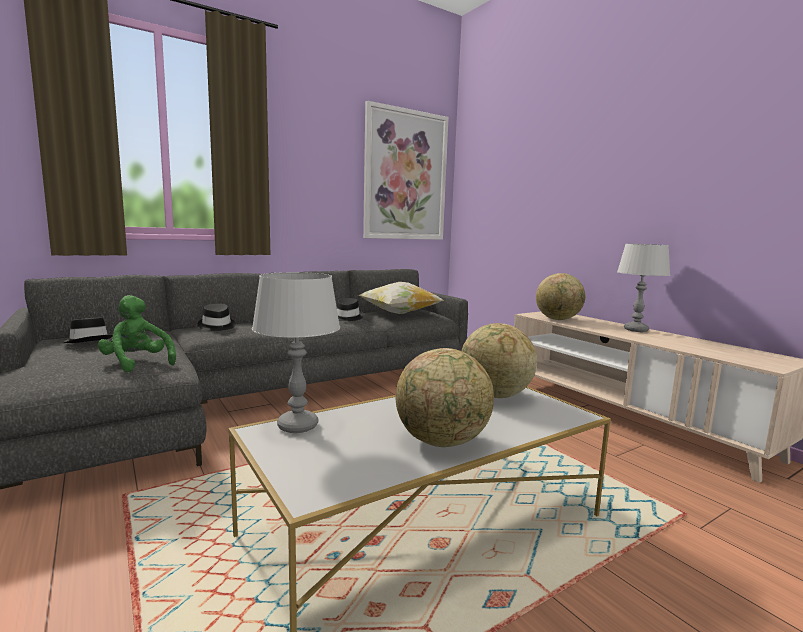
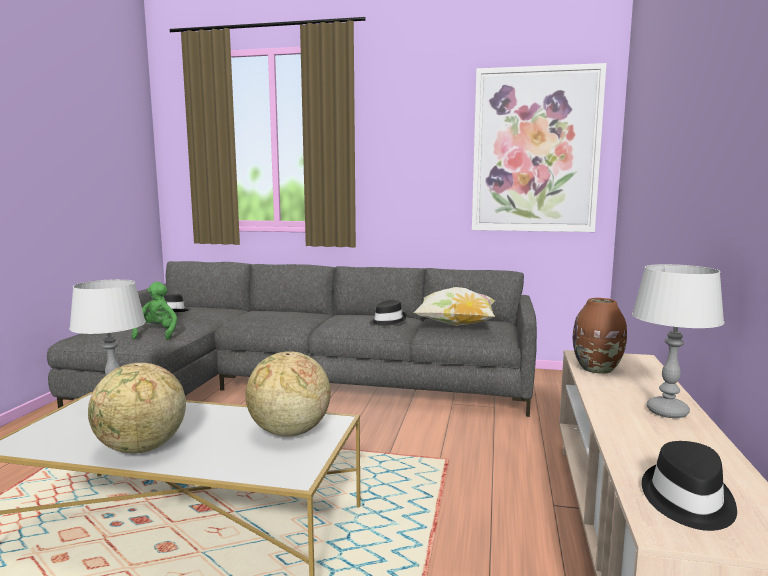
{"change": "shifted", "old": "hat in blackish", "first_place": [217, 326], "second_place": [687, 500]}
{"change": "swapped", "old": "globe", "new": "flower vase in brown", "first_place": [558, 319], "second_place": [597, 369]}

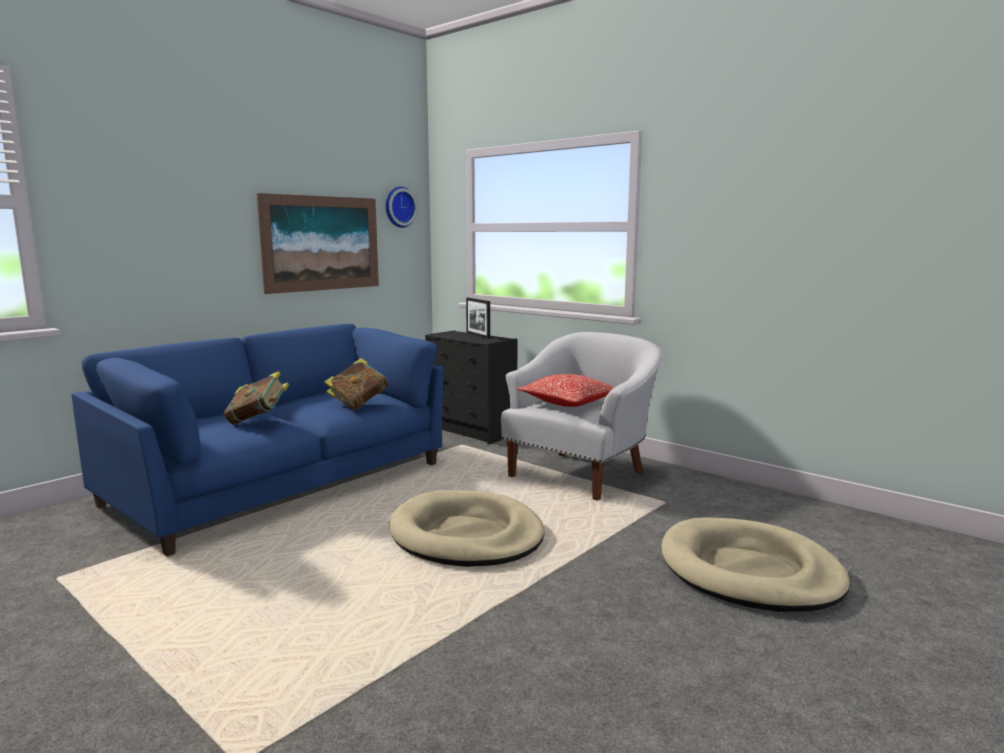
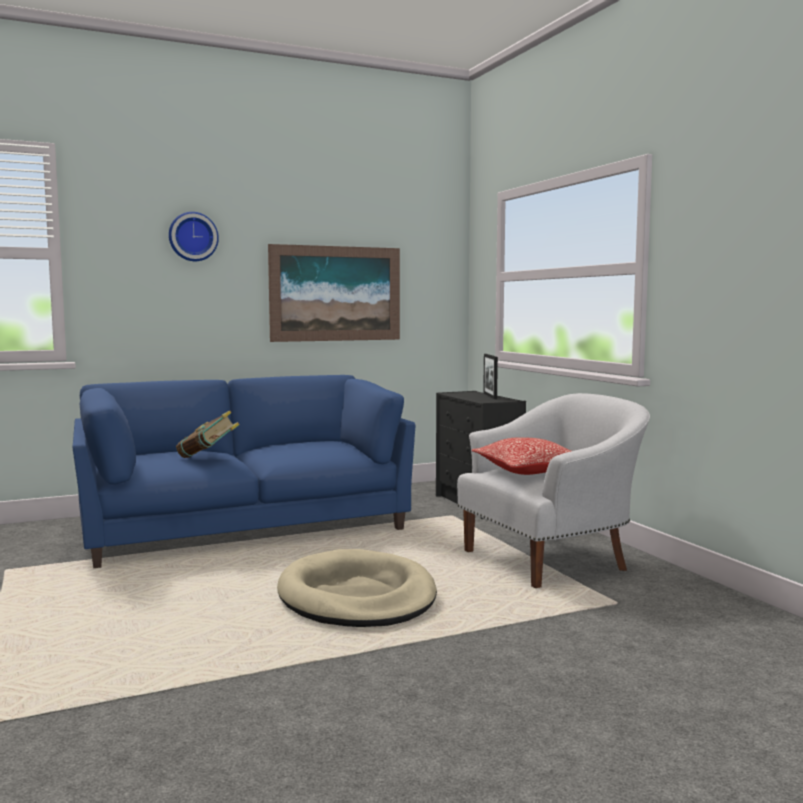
{"change": "gone", "old": "bound book", "first_place": [358, 404]}
{"change": "gone", "old": "dog bed in beige", "first_place": [749, 571]}
{"change": "shifted", "old": "hanging clock", "first_place": [398, 207], "second_place": [193, 237]}

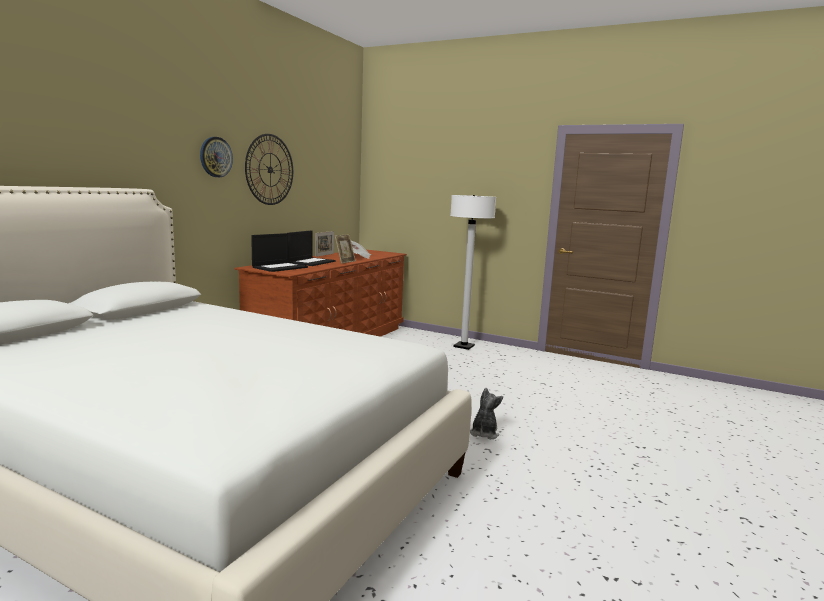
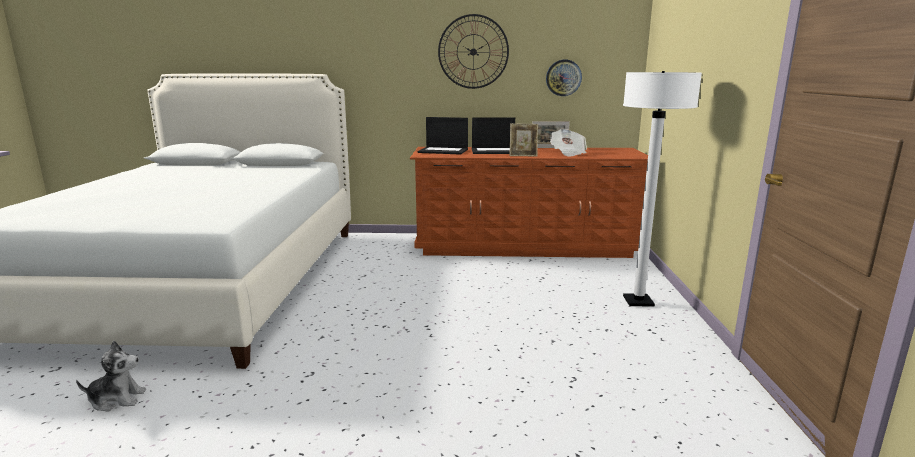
{"change": "shifted", "old": "hanging clock", "first_place": [215, 157], "second_place": [563, 78]}
{"change": "shifted", "old": "plush toy", "first_place": [484, 433], "second_place": [117, 399]}

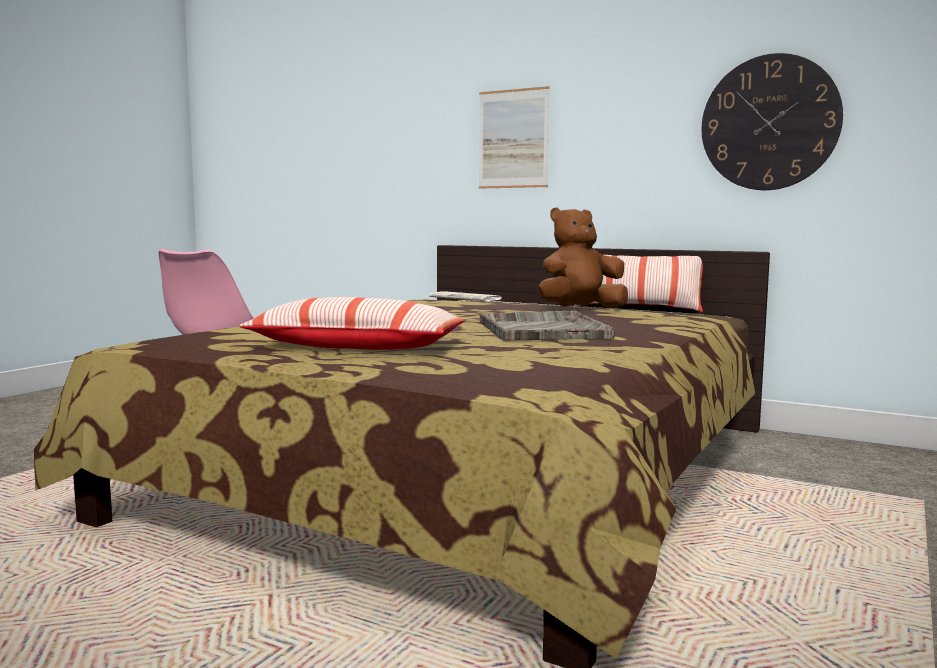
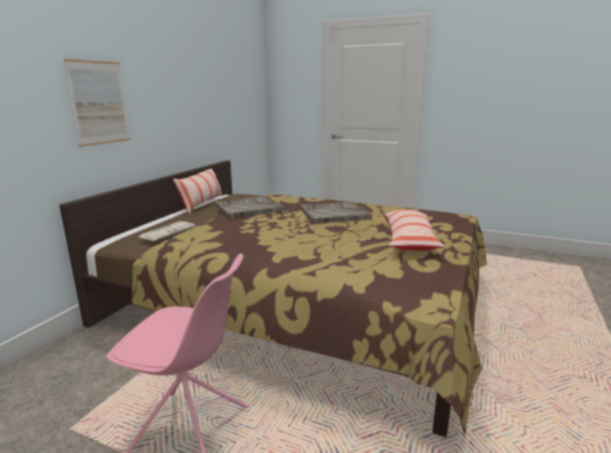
{"change": "gone", "old": "hanging clock", "first_place": [769, 123]}
{"change": "swapped", "old": "plush toy in brown", "new": "tray in grey", "first_place": [580, 309], "second_place": [248, 208]}

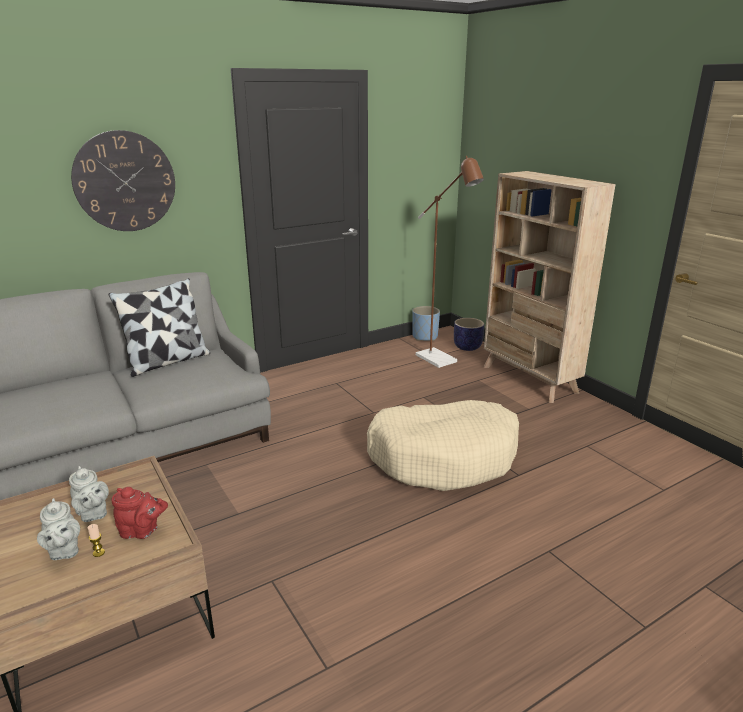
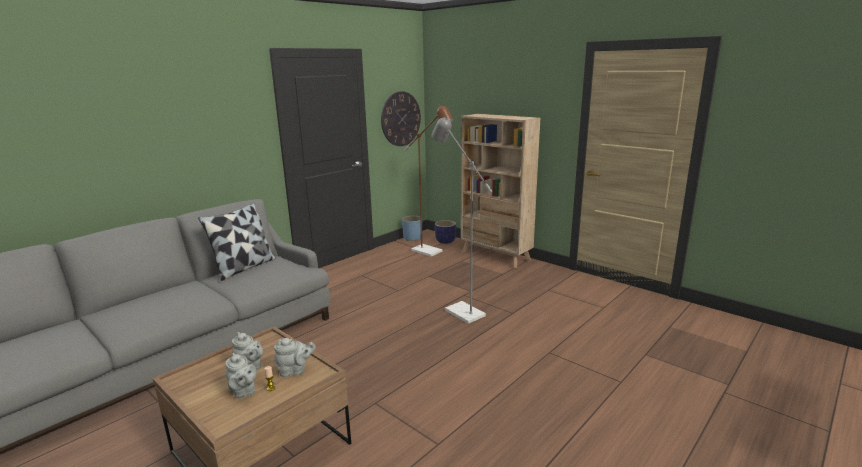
{"change": "shifted", "old": "hanging clock", "first_place": [125, 182], "second_place": [400, 119]}
{"change": "swapped", "old": "dog bed in beige", "new": "floor lamp in grey", "first_place": [444, 457], "second_place": [459, 310]}
{"change": "repainted", "old": "pot for tea in reddish", "new": "pot for tea in grey", "first_place": [142, 531], "second_place": [295, 371]}

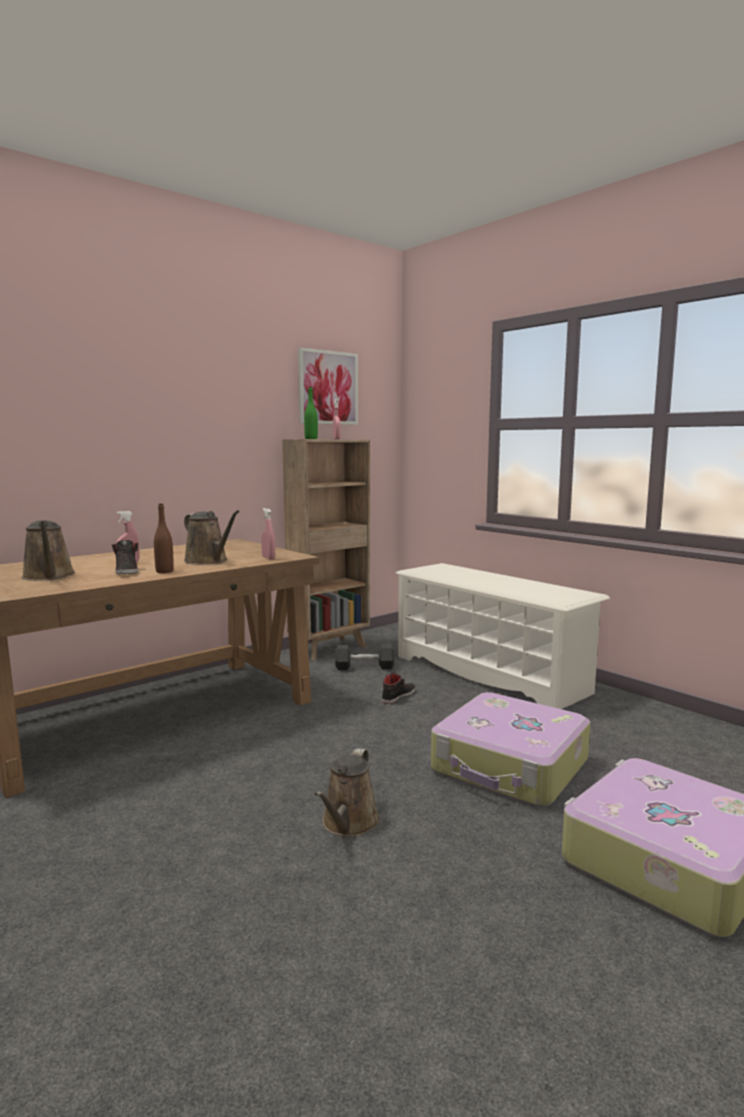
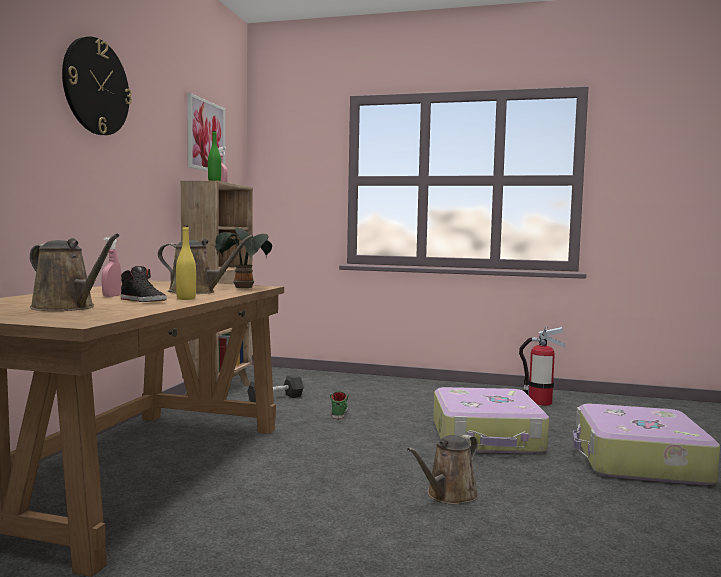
{"change": "gone", "old": "shoe stand in white-coloured", "first_place": [490, 674]}
{"change": "new", "new": "hanging clock", "second_place": [96, 87]}
{"change": "new", "new": "fire-fighting cylinder", "second_place": [539, 402]}
{"change": "swapped", "old": "sprayer in pinkish", "new": "plant in a pot", "first_place": [268, 558], "second_place": [244, 288]}
{"change": "repainted", "old": "bottle in brown", "new": "bottle in yellowish", "first_place": [164, 571], "second_place": [186, 299]}
{"change": "repainted", "old": "shoe in blackish", "new": "shoe in greenish", "first_place": [398, 696], "second_place": [339, 412]}
{"change": "rotated", "old": "sprinkling can in brown", "first_place": [348, 824], "second_place": [449, 495], "degrees": 60}

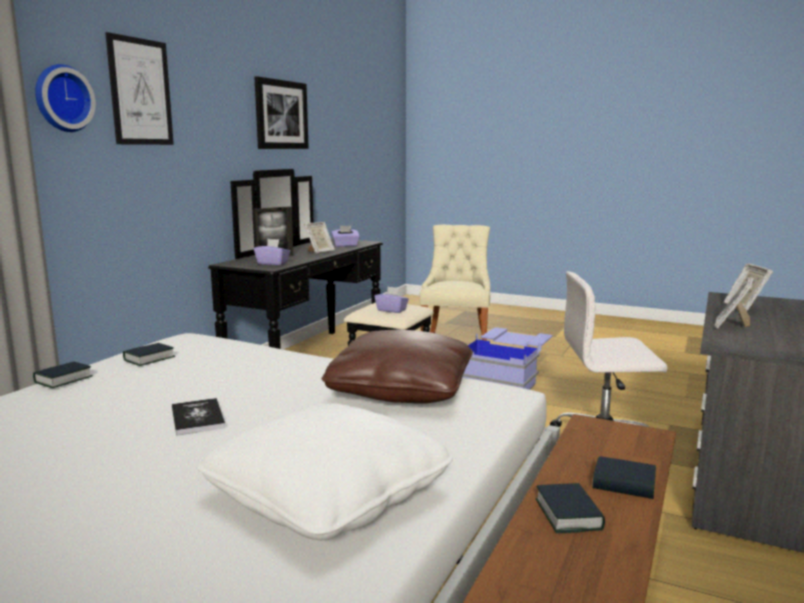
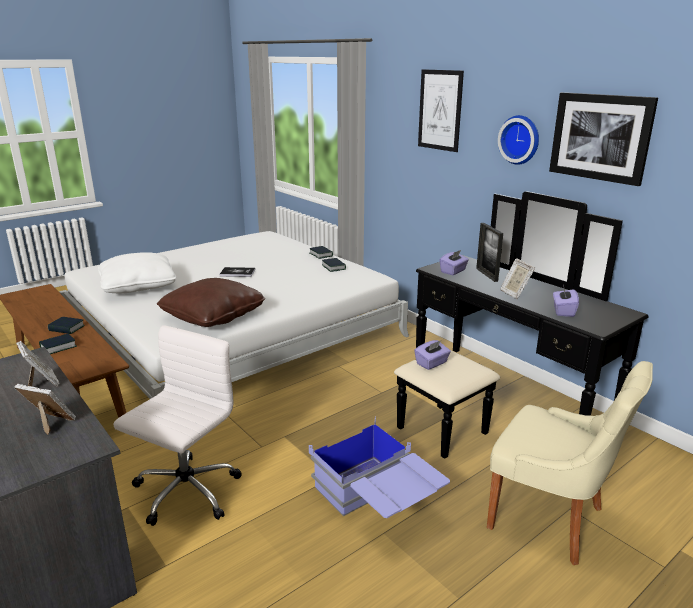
{"change": "shifted", "old": "hanging clock", "first_place": [62, 98], "second_place": [520, 139]}

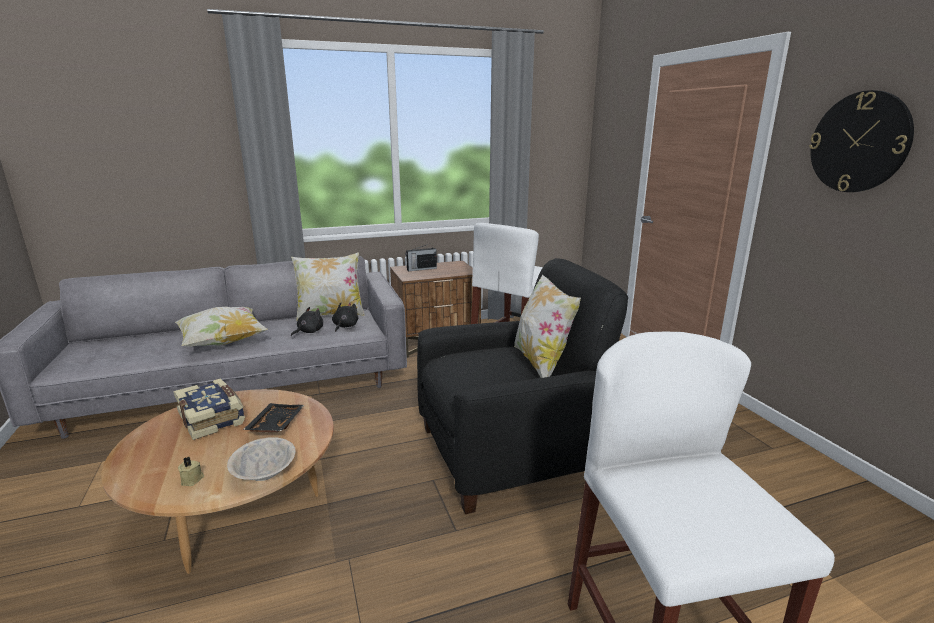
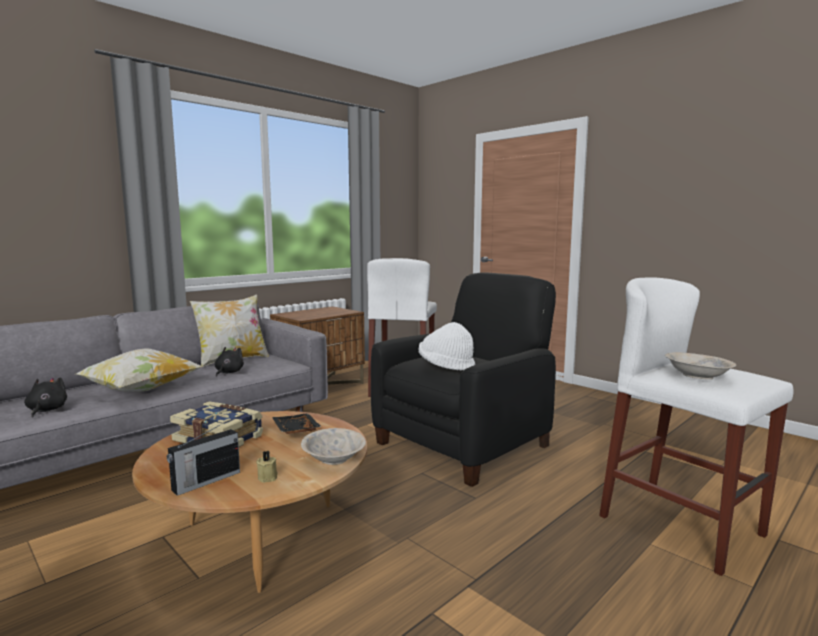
{"change": "gone", "old": "cushion", "first_place": [541, 363]}
{"change": "gone", "old": "hanging clock", "first_place": [859, 142]}
{"change": "new", "new": "hat in white-coloured", "second_place": [446, 366]}
{"change": "new", "new": "deep dish in beige", "second_place": [697, 377]}
{"change": "shifted", "old": "plush toy in blackish", "first_place": [345, 326], "second_place": [46, 410]}
{"change": "shifted", "old": "radio set", "first_place": [421, 269], "second_place": [205, 481]}

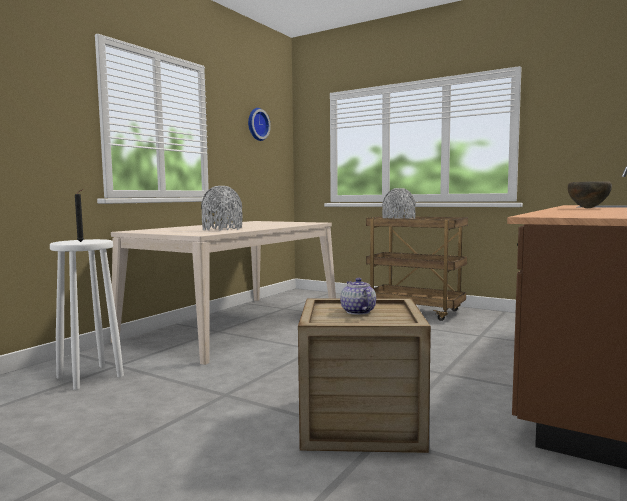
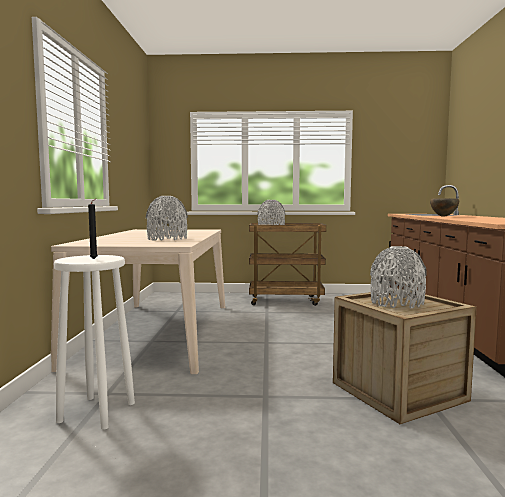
{"change": "gone", "old": "hanging clock", "first_place": [256, 124]}
{"change": "swapped", "old": "pot for tea", "new": "flower vase in grey", "first_place": [358, 312], "second_place": [396, 303]}

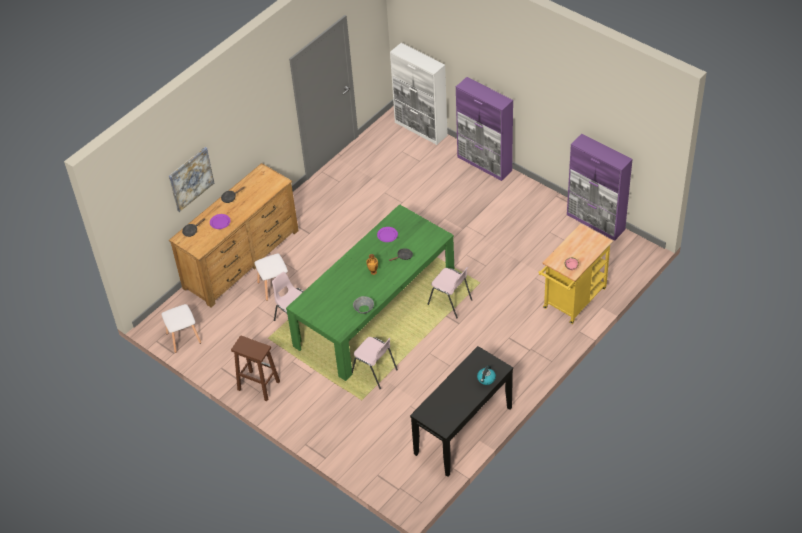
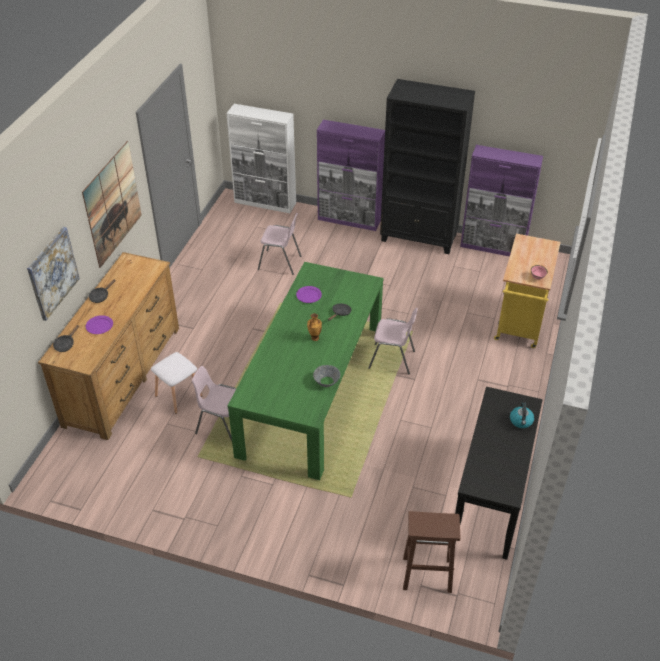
{"change": "gone", "old": "stool in white-coloured", "first_place": [183, 338]}
{"change": "new", "new": "picture", "second_place": [112, 204]}
{"change": "new", "new": "shelving unit in blackish", "second_place": [419, 238]}
{"change": "shifted", "old": "stool in brown", "first_place": [258, 385], "second_place": [426, 574]}
{"change": "shifted", "old": "plain chair in pinkish", "first_place": [374, 372], "second_place": [280, 263]}

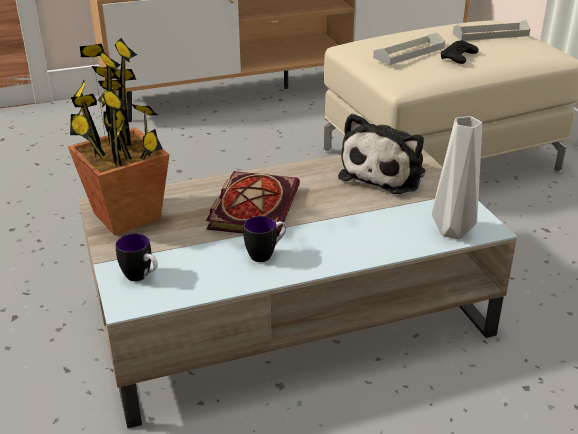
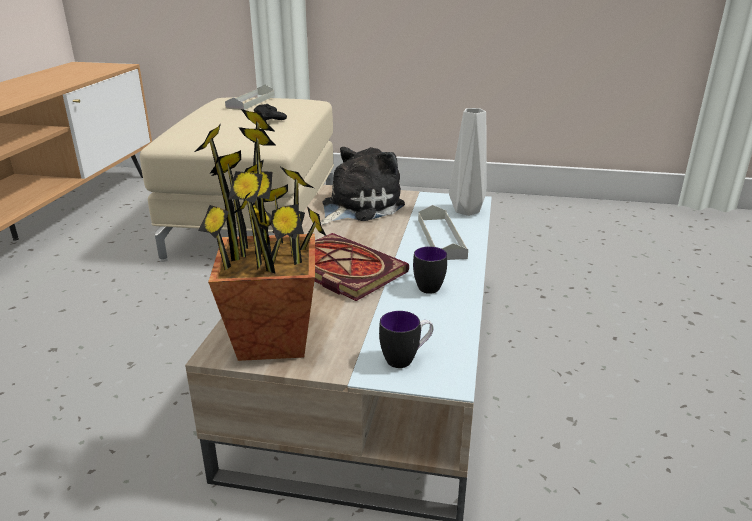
{"change": "shifted", "old": "tray in grey", "first_place": [409, 53], "second_place": [441, 238]}
{"change": "rotated", "old": "plush toy", "first_place": [385, 174], "second_place": [358, 207], "degrees": -105}

